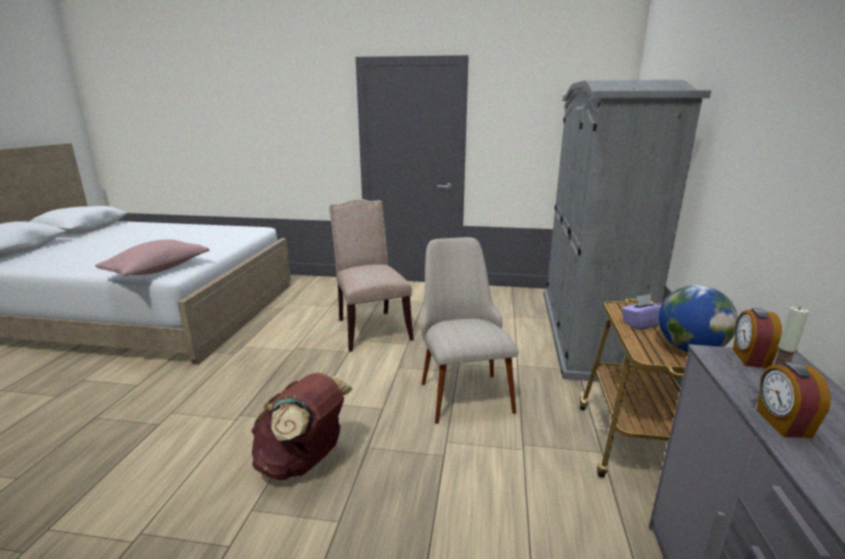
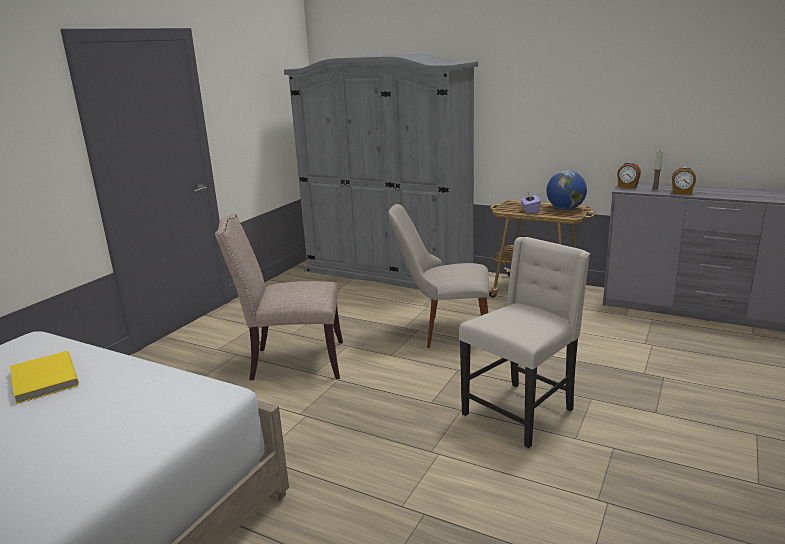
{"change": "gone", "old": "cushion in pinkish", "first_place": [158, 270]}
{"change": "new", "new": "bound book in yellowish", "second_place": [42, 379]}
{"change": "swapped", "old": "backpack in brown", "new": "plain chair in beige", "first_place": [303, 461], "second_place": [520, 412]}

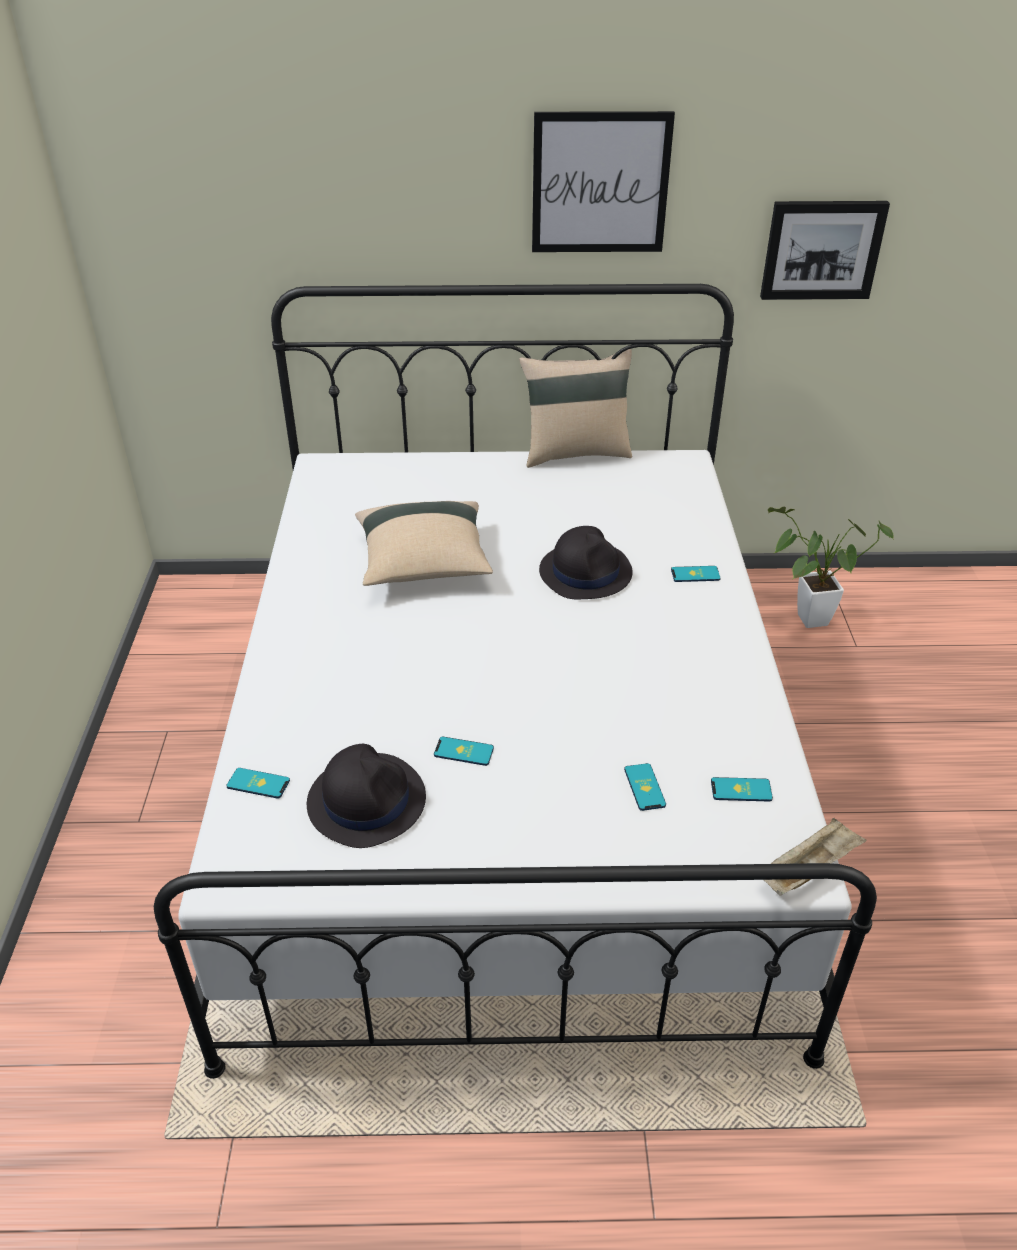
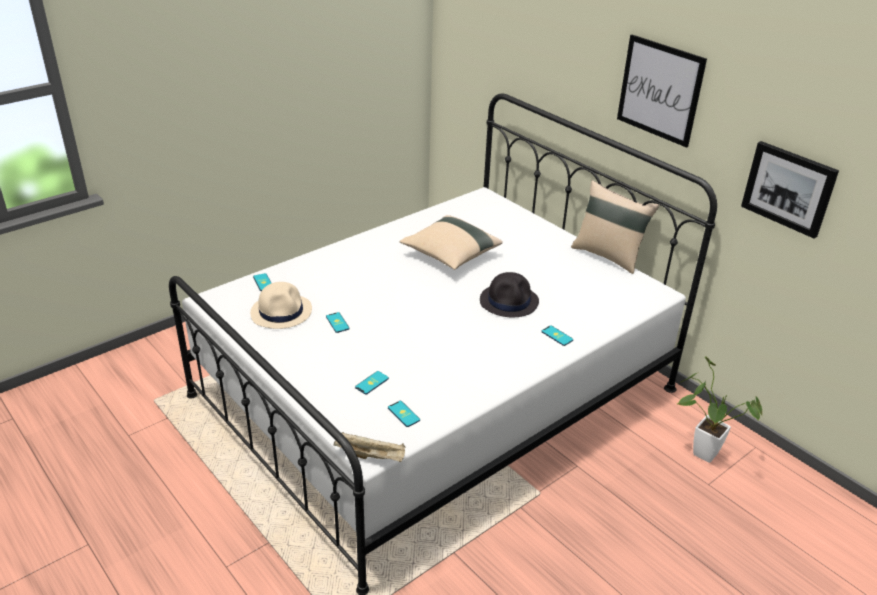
{"change": "repainted", "old": "hat in blackish", "new": "hat in beige", "first_place": [366, 800], "second_place": [281, 311]}

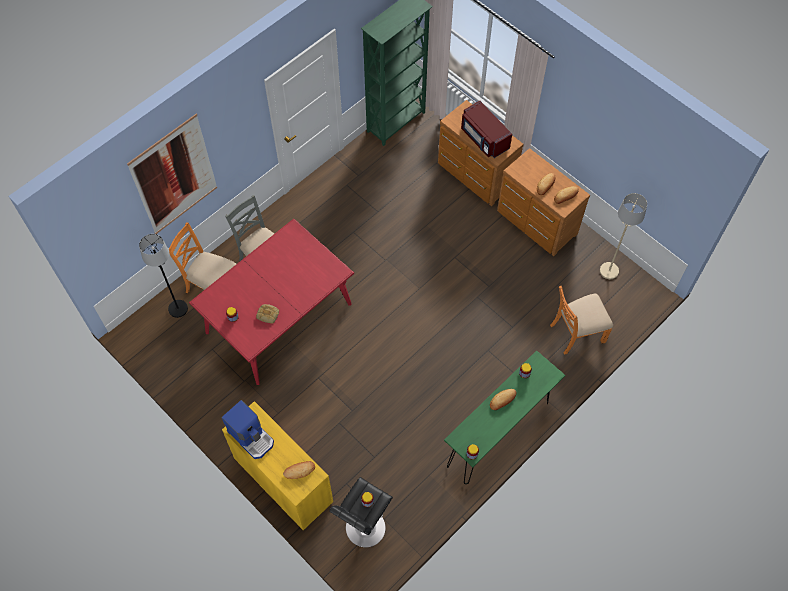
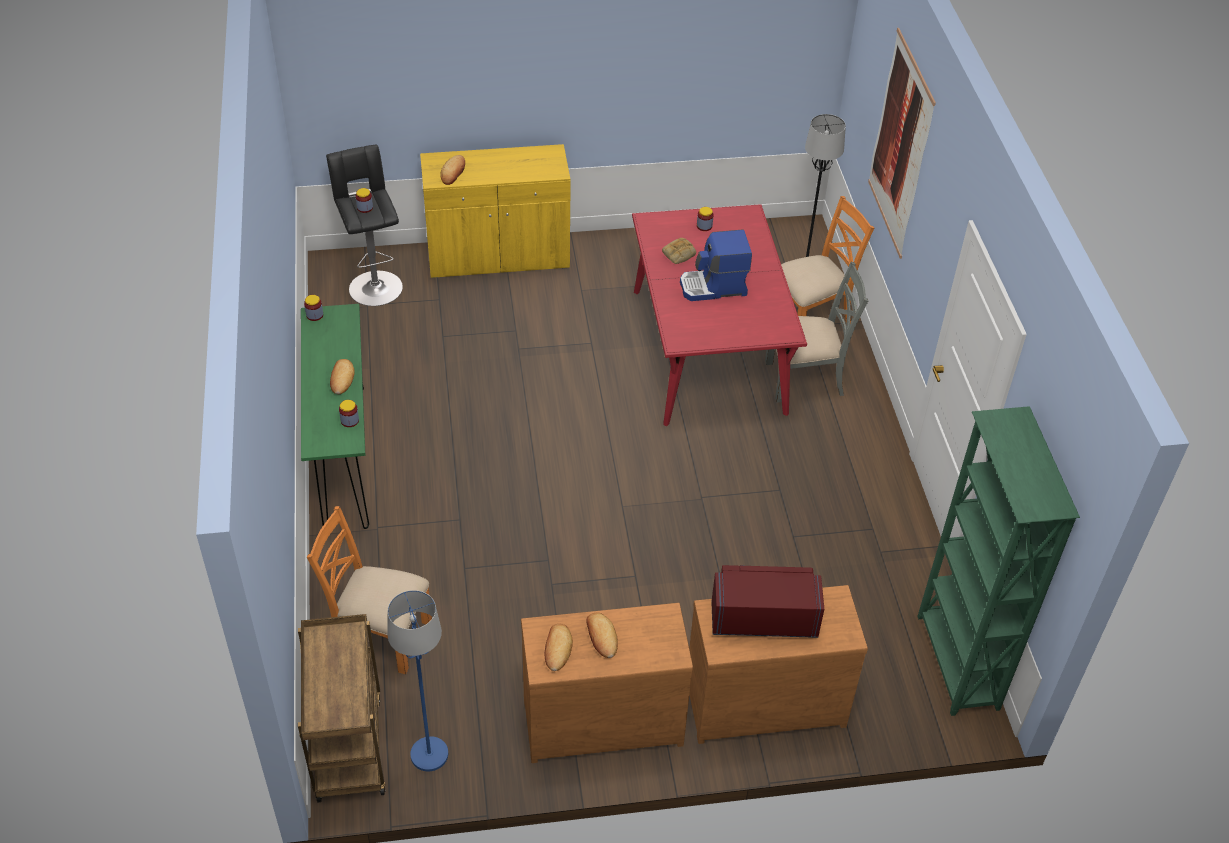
{"change": "new", "new": "cart in brown", "second_place": [347, 746]}
{"change": "shifted", "old": "coffee brewer", "first_place": [251, 436], "second_place": [713, 287]}
{"change": "repainted", "old": "floor lamp in beige", "new": "floor lamp in bluish", "first_place": [609, 271], "second_place": [429, 755]}
{"change": "rotated", "old": "plain chair in orange", "first_place": [576, 333], "second_place": [380, 635], "degrees": -90}

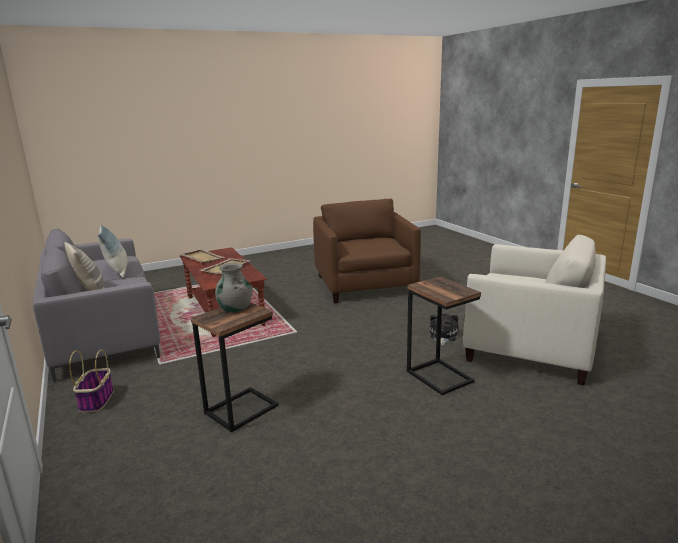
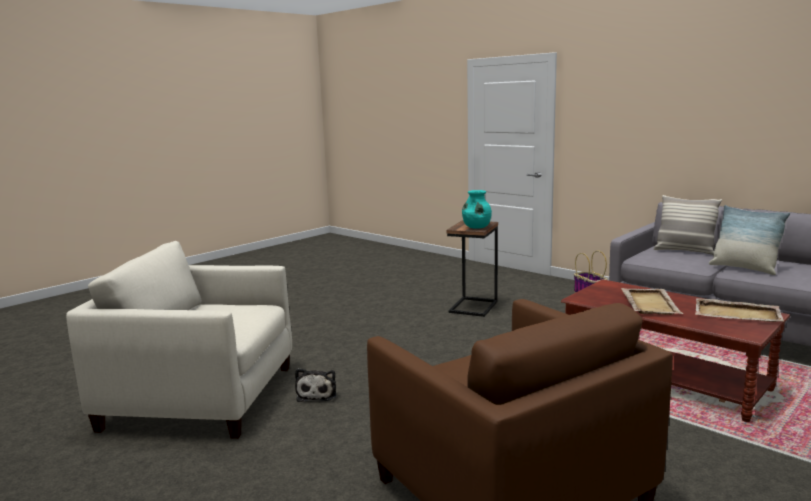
{"change": "gone", "old": "side table", "first_place": [440, 376]}
{"change": "repainted", "old": "flower vase in grey", "new": "flower vase in turquoise", "first_place": [235, 309], "second_place": [476, 227]}

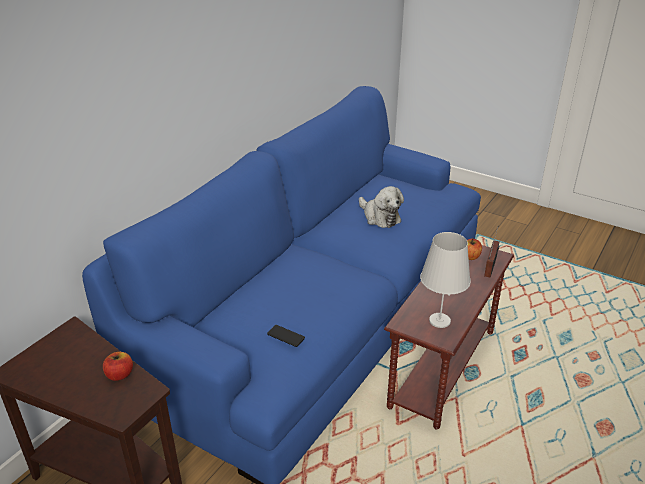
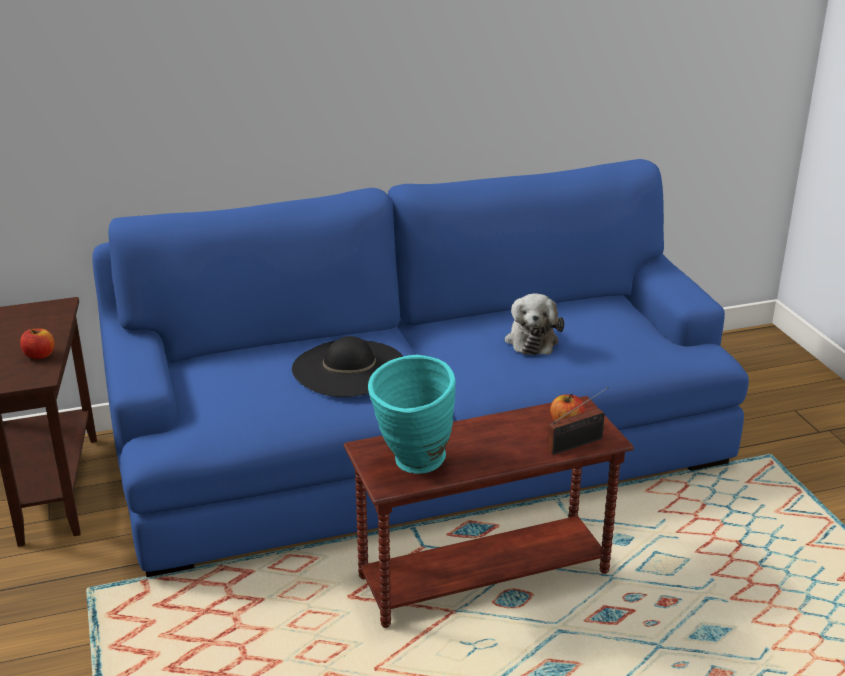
{"change": "gone", "old": "handset", "first_place": [286, 336]}
{"change": "new", "new": "hat in blackish", "second_place": [349, 368]}
{"change": "swapped", "old": "tabletop lamp in white-coloured", "new": "flower vase in turquoise", "first_place": [439, 321], "second_place": [412, 465]}

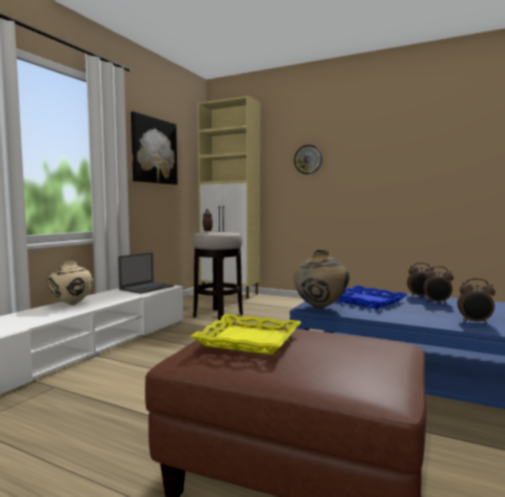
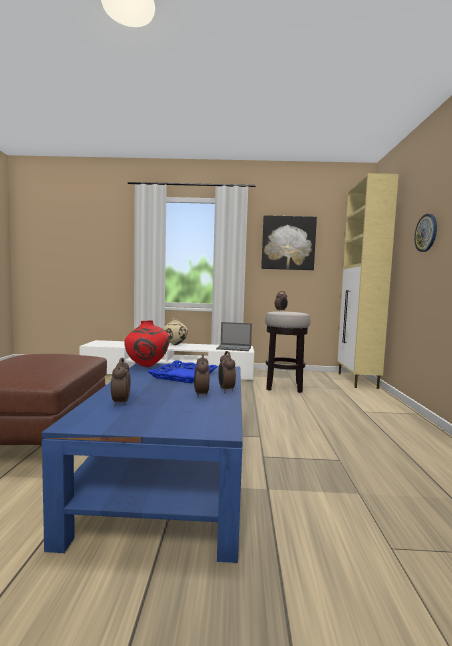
{"change": "gone", "old": "tray in yellowish", "first_place": [248, 340]}
{"change": "repainted", "old": "flower vase in beige", "new": "flower vase in reddish", "first_place": [320, 308], "second_place": [146, 367]}

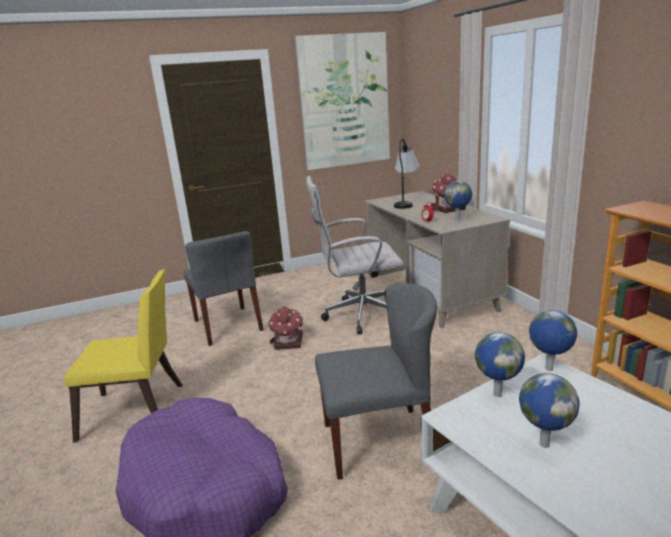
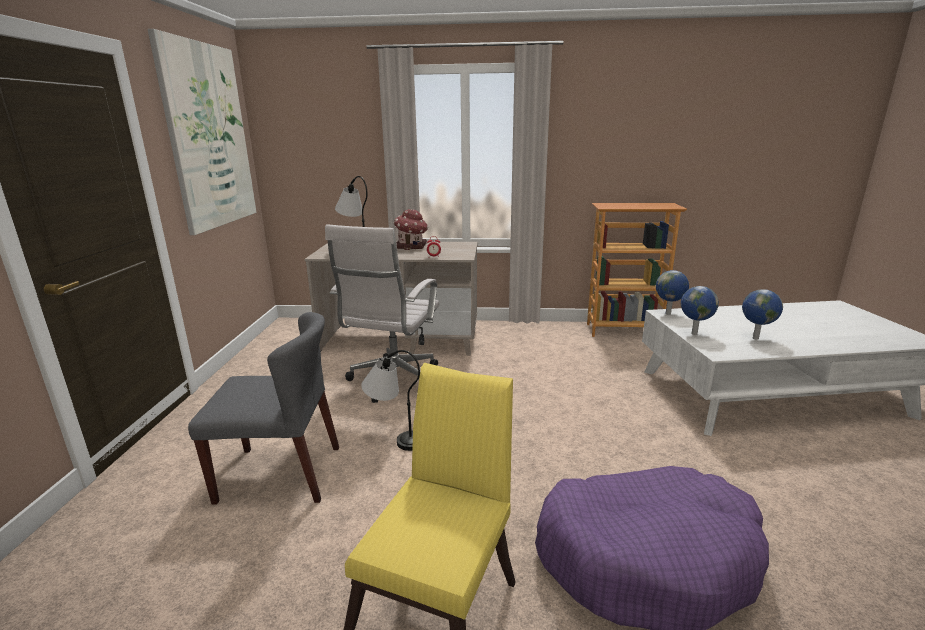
{"change": "gone", "old": "plain chair in grey", "first_place": [379, 441]}
{"change": "gone", "old": "globe", "first_place": [458, 220]}
{"change": "swapped", "old": "miniature house", "new": "tabletop lamp", "first_place": [288, 342], "second_place": [394, 437]}

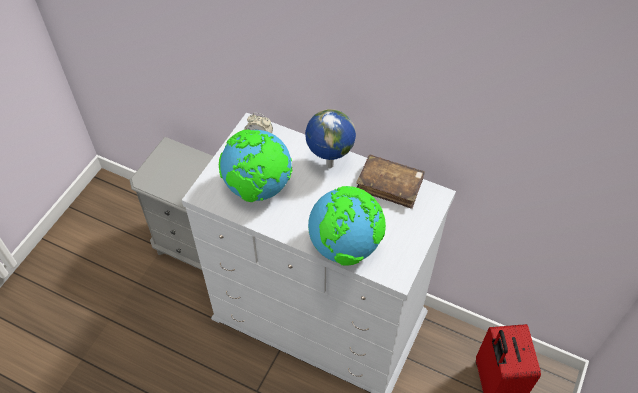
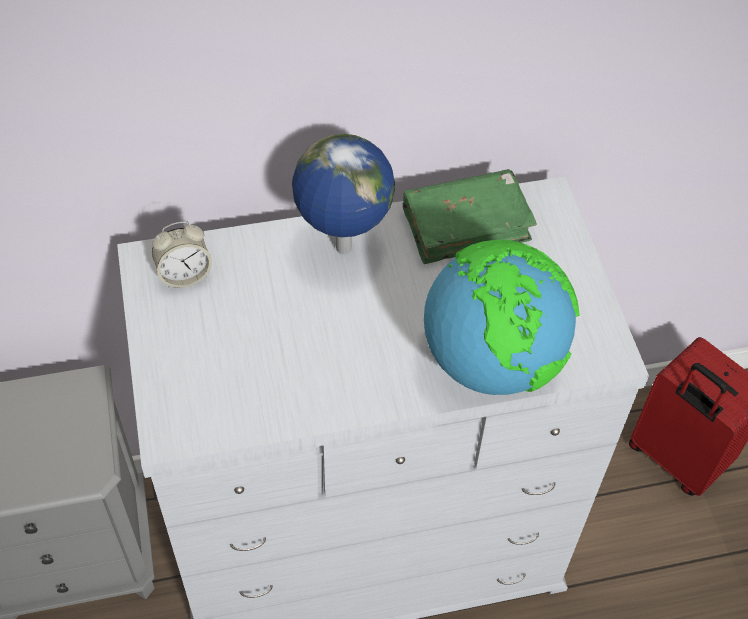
{"change": "gone", "old": "globe", "first_place": [258, 188]}
{"change": "repainted", "old": "bound book in brown", "new": "bound book in greenish", "first_place": [389, 185], "second_place": [466, 225]}

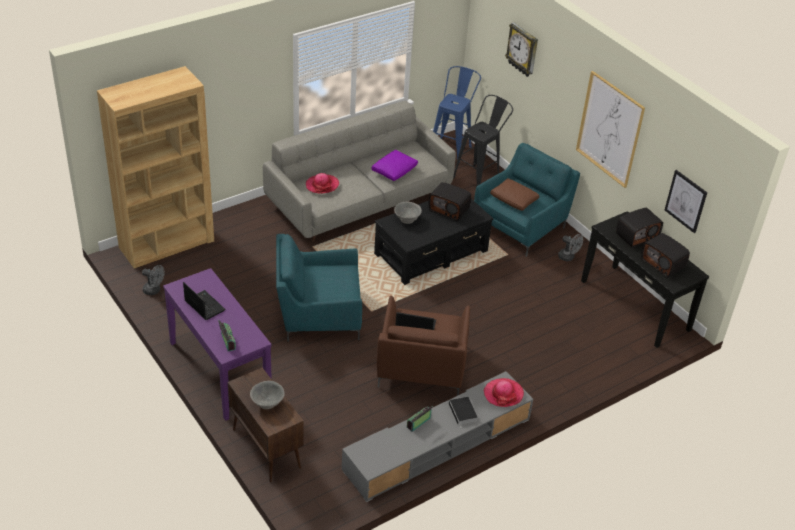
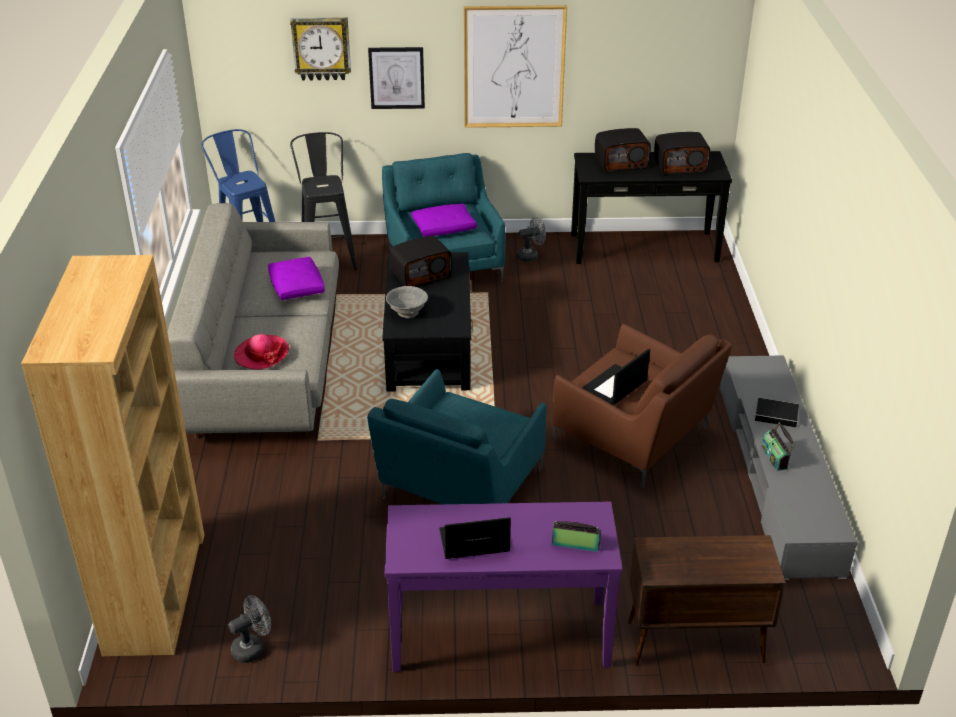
{"change": "gone", "old": "deep dish in grey", "first_place": [267, 403]}
{"change": "gone", "old": "hat", "first_place": [503, 394]}
{"change": "shifted", "old": "picture", "first_place": [686, 201], "second_place": [396, 78]}
{"change": "repainted", "old": "cushion in brown", "new": "cushion in purple", "first_place": [514, 200], "second_place": [444, 228]}
{"change": "rotated", "old": "radio set", "first_place": [636, 235], "second_place": [621, 163], "degrees": 75}

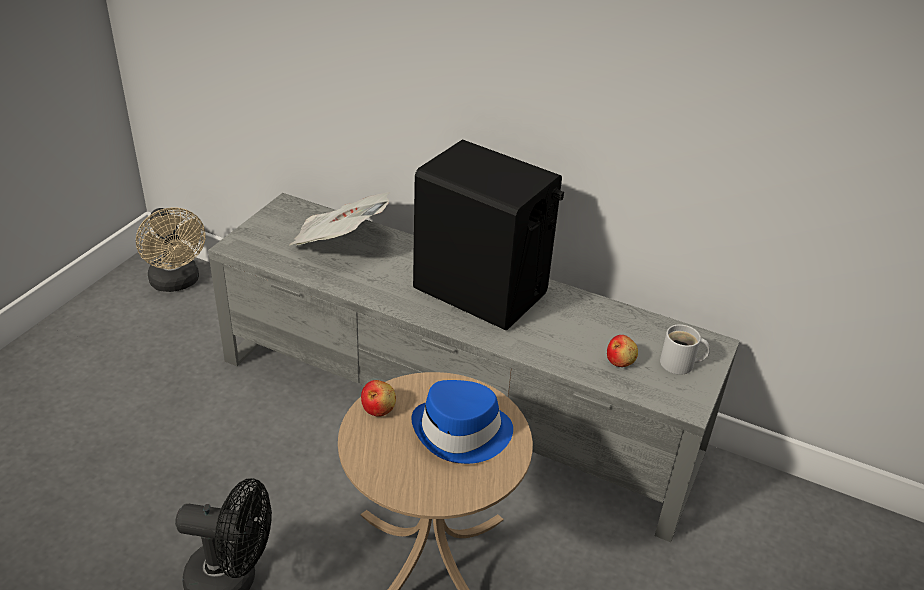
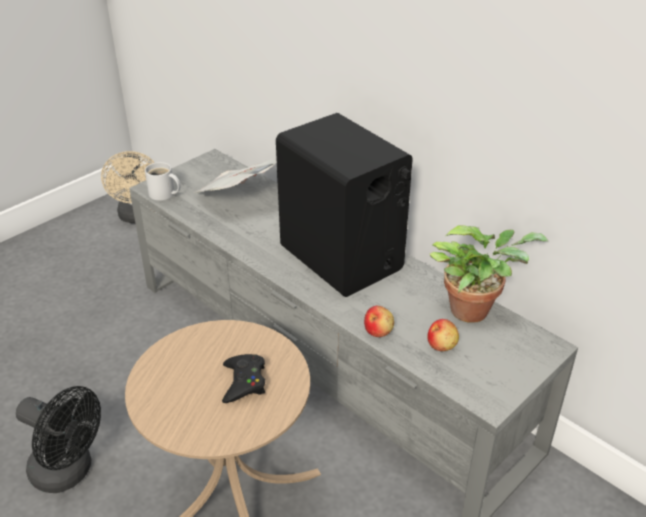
{"change": "new", "new": "plant in a pot", "second_place": [474, 309]}
{"change": "shifted", "old": "whole apple", "first_place": [378, 408], "second_place": [378, 330]}
{"change": "shifted", "old": "coffee mug in white-coloured", "first_place": [680, 364], "second_place": [163, 194]}
{"change": "swapped", "old": "hat in bluish", "new": "gamepad in blackish", "first_place": [462, 433], "second_place": [244, 382]}

